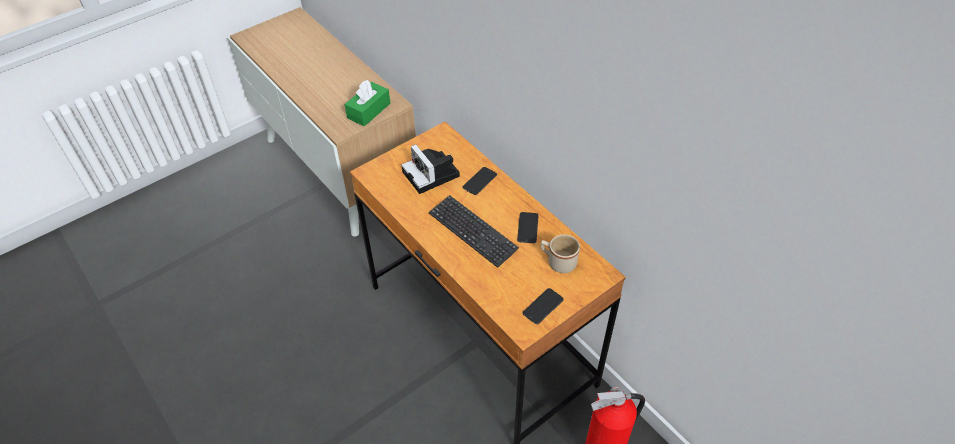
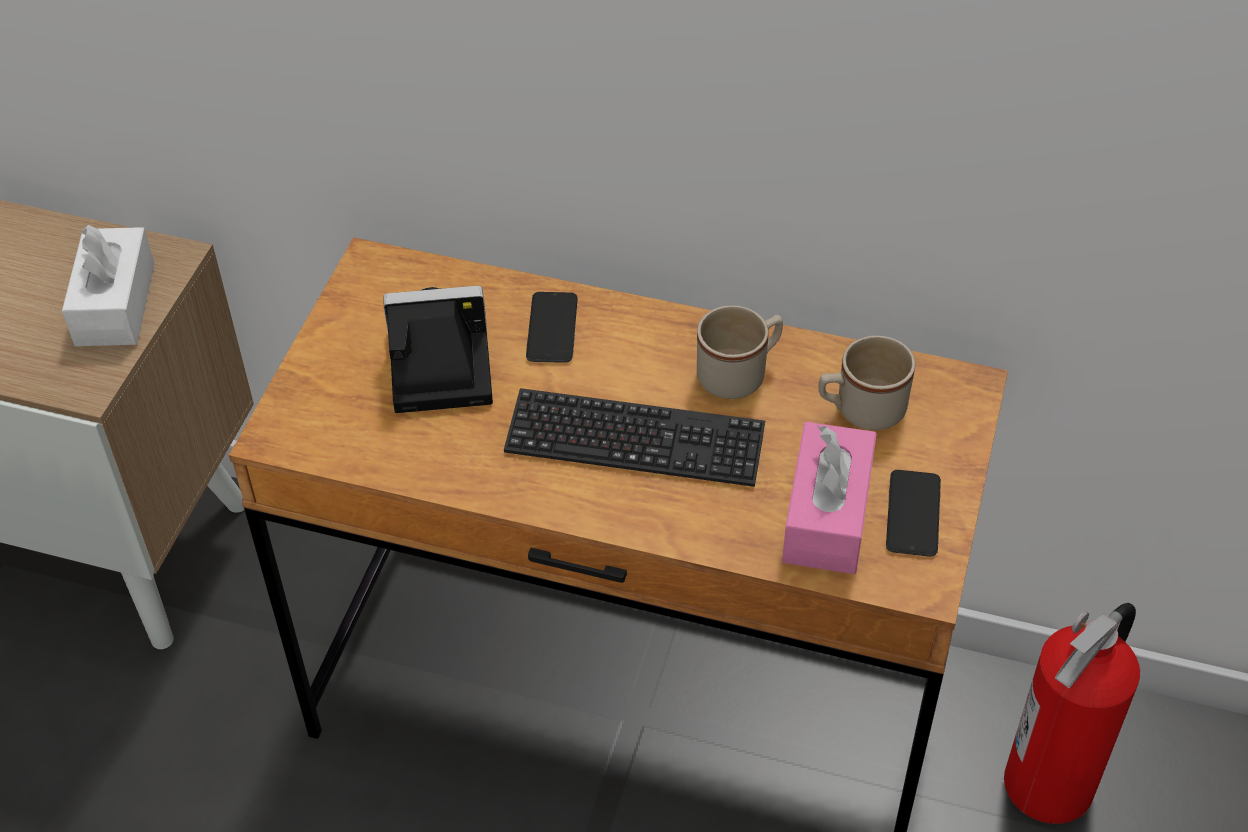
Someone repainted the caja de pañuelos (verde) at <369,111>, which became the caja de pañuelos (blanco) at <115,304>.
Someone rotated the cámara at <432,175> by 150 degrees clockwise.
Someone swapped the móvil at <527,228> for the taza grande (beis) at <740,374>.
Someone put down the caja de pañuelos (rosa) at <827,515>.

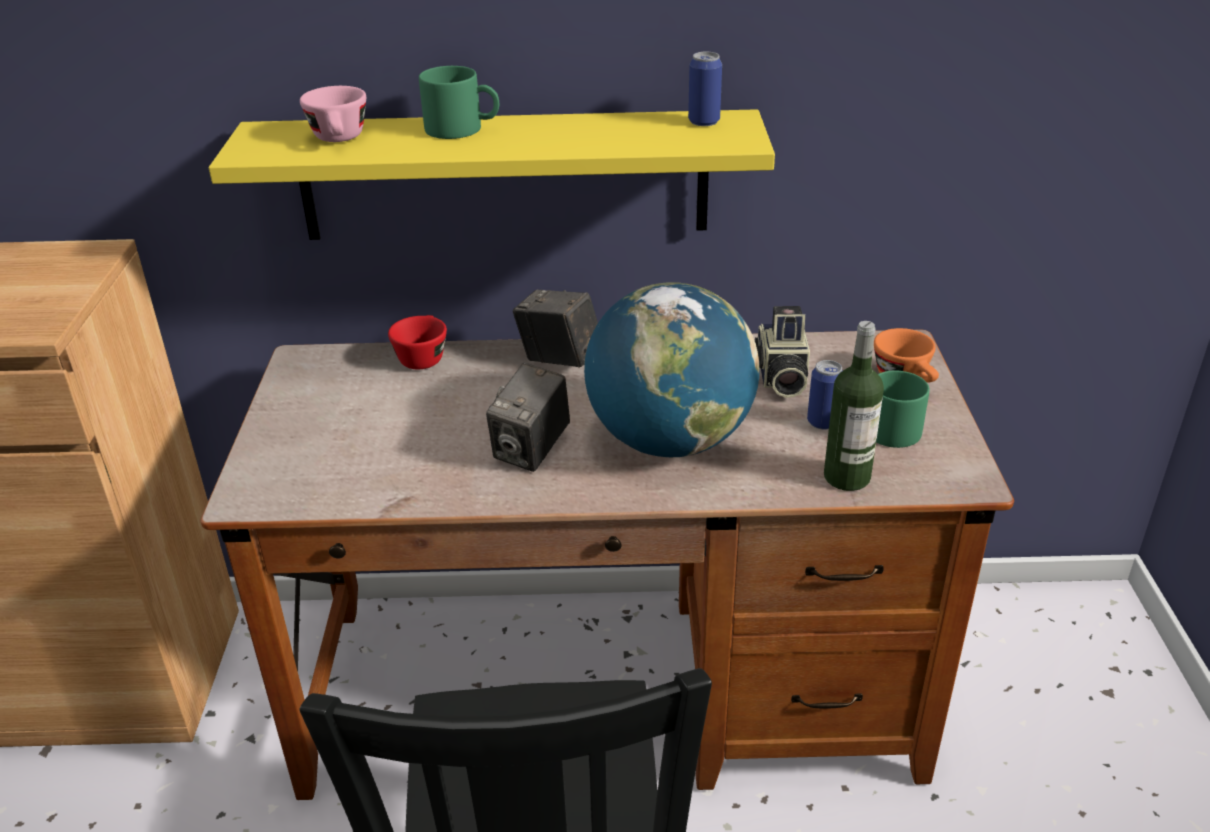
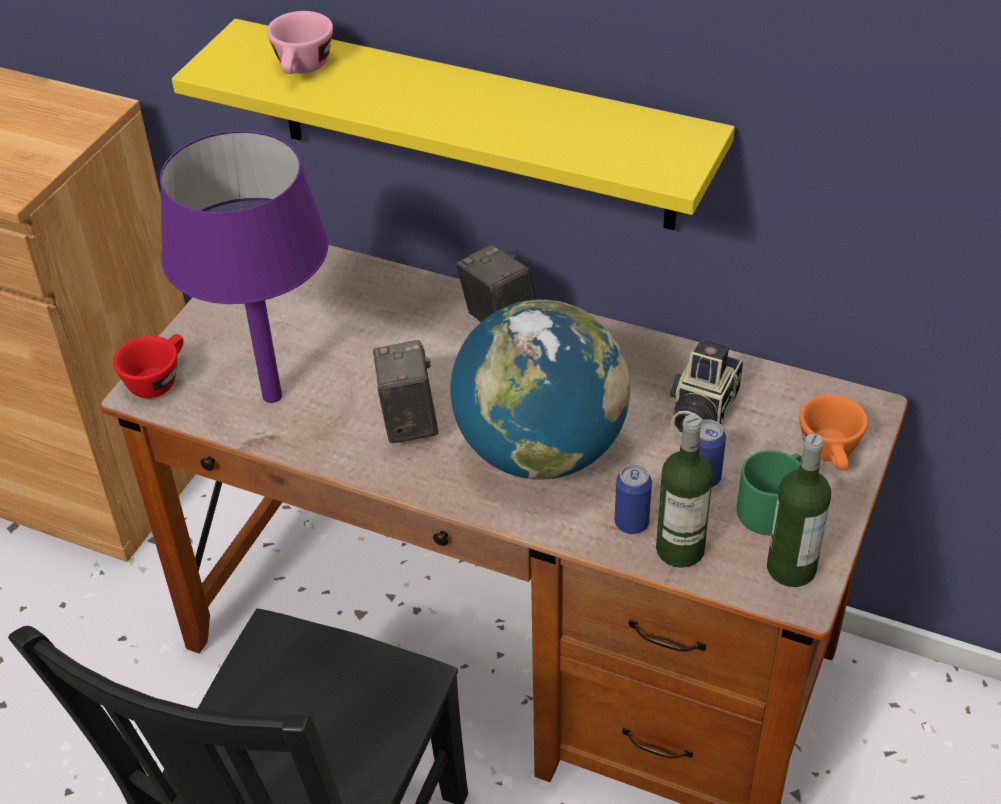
Someone carried the taza (rojo) from <422,356> to <157,379>.
Someone put down the lámpara de mesa (morado) at <273,396>.
Someone rotated the cámara at <531,451> by 120 degrees clockwise.
Someone carried the lata from <704,122> to <631,523>.
Someone put down the botella at <791,568>.
Someone took away the taza grande (verde) at <463,129>.

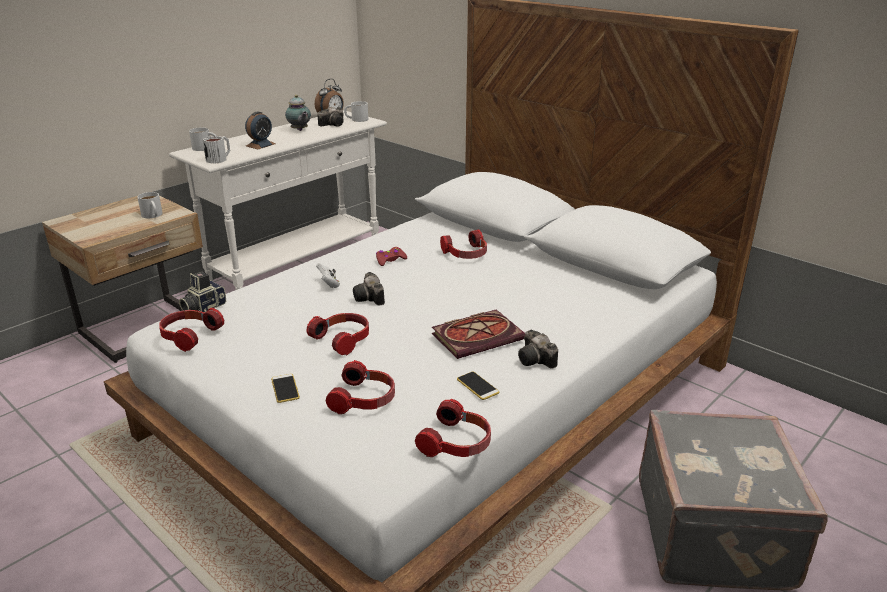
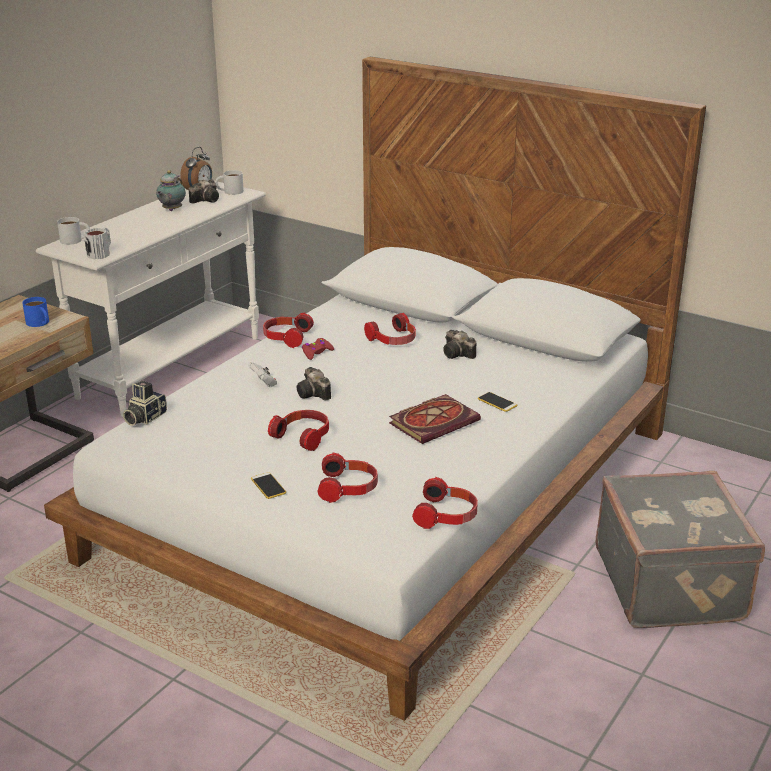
Someone repainted the taza grande (blanco) at <153,215>, which became the taza grande (azul) at <40,323>.
Someone rotated the tetera at <299,130> by 60 degrees clockwise.
Someone carried the auriculares from <189,335> to <286,337>.
Someone carried the cámara from <537,360> to <458,354>.
Someone carried the móvil from <477,386> to <497,402>.
Someone took away the despertador at <260,145>.

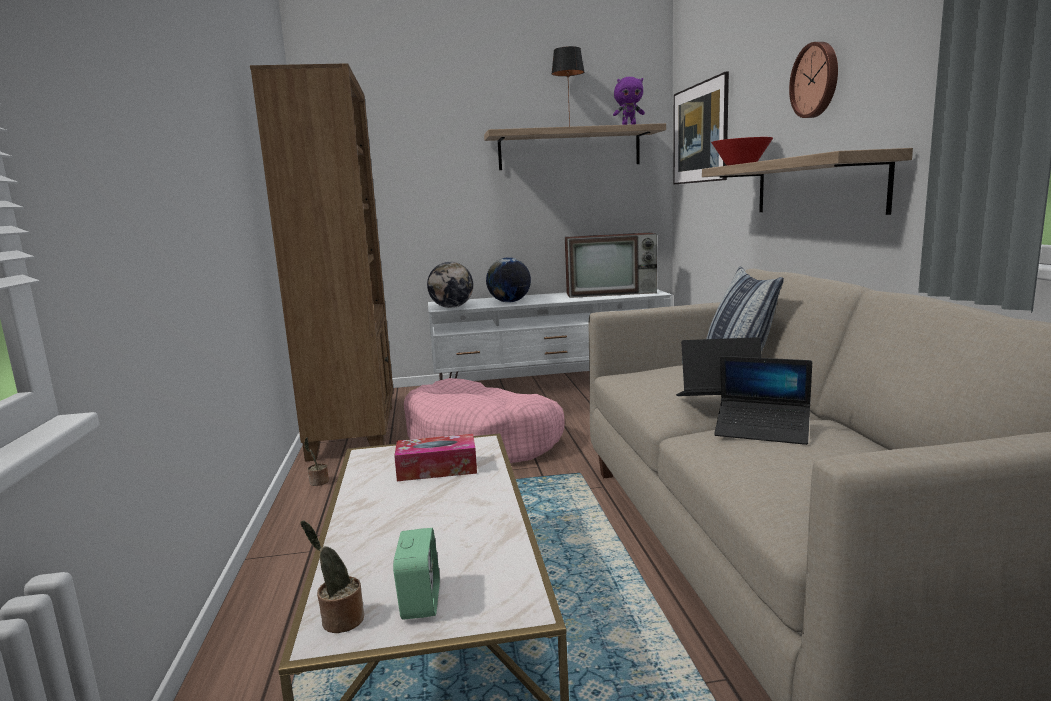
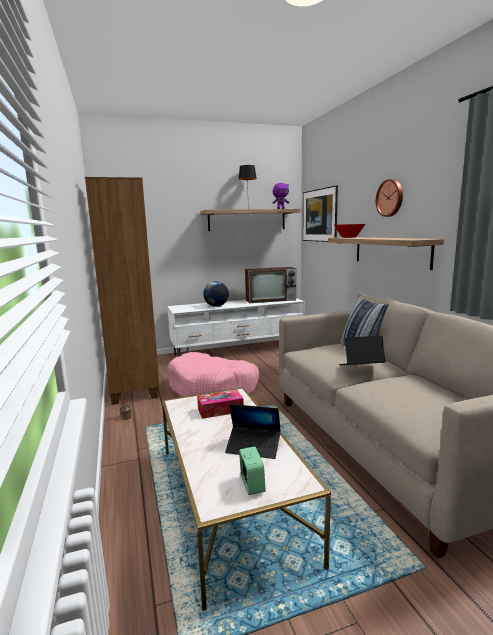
Someone carried the portátil from <762,431> to <253,447>.
Someone took away the planta en maceta at <339,620>.
Someone took away the globo terráqueo at <452,307>.

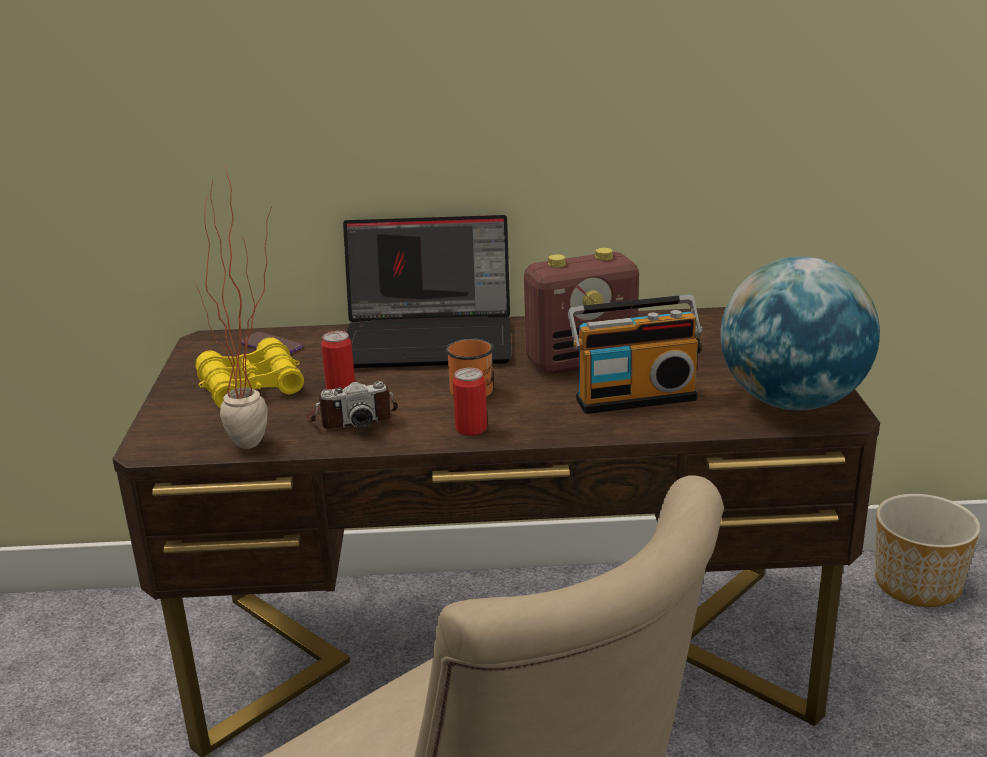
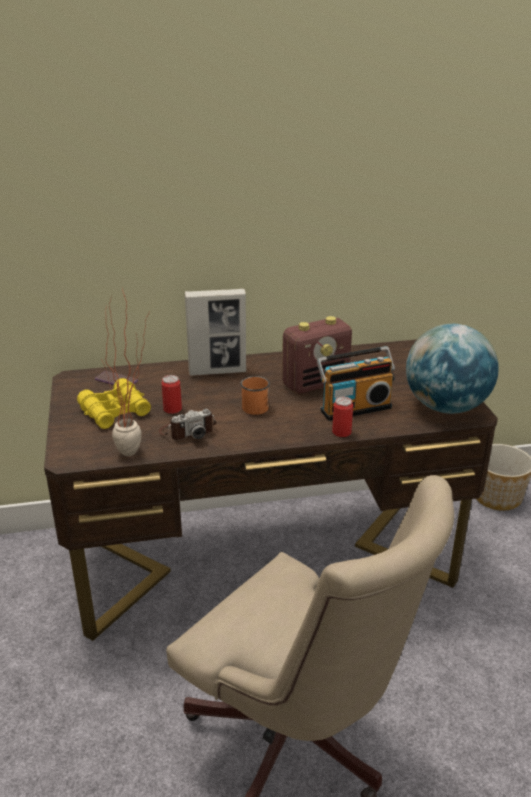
Someone swapped the portátil at <431,339> for the portarretratos at <217,371>.
Someone carried the lata from <471,428> to <341,432>.

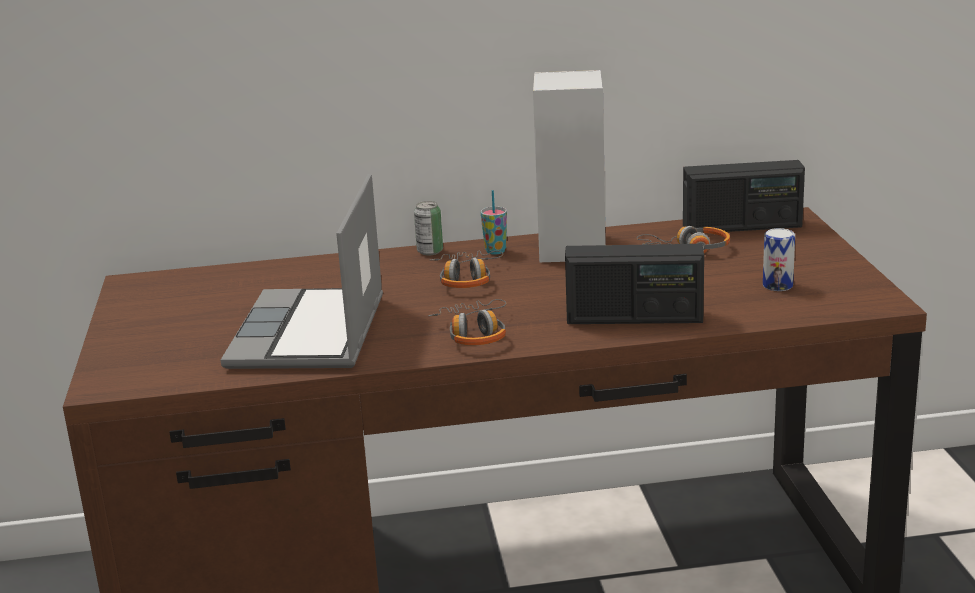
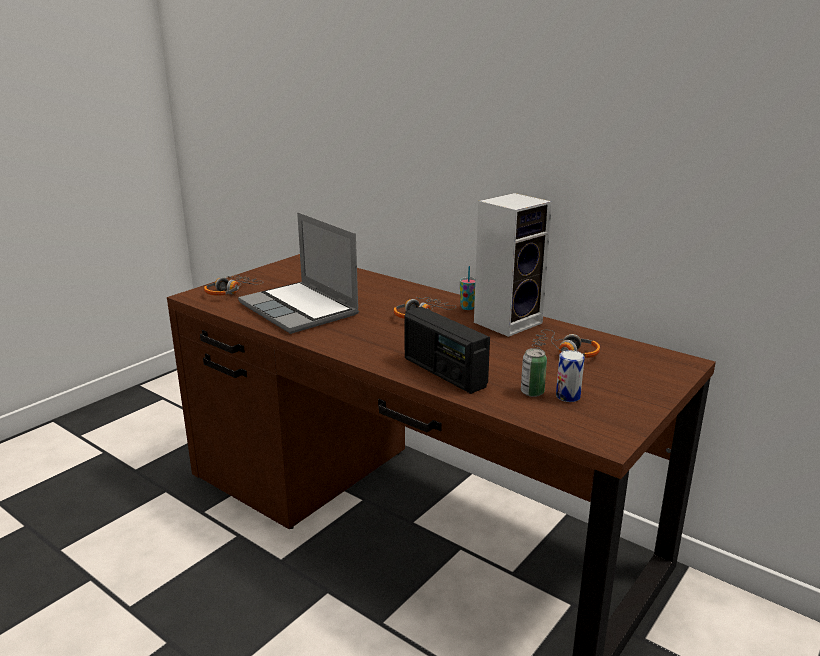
Someone carried the auriculares from <475,333> to <231,291>.
Someone rotated the portátil at <310,334> by 90 degrees counterclockwise.
Someone carried the lata from <430,251> to <532,392>.
Someone took away the radio at <742,227>.

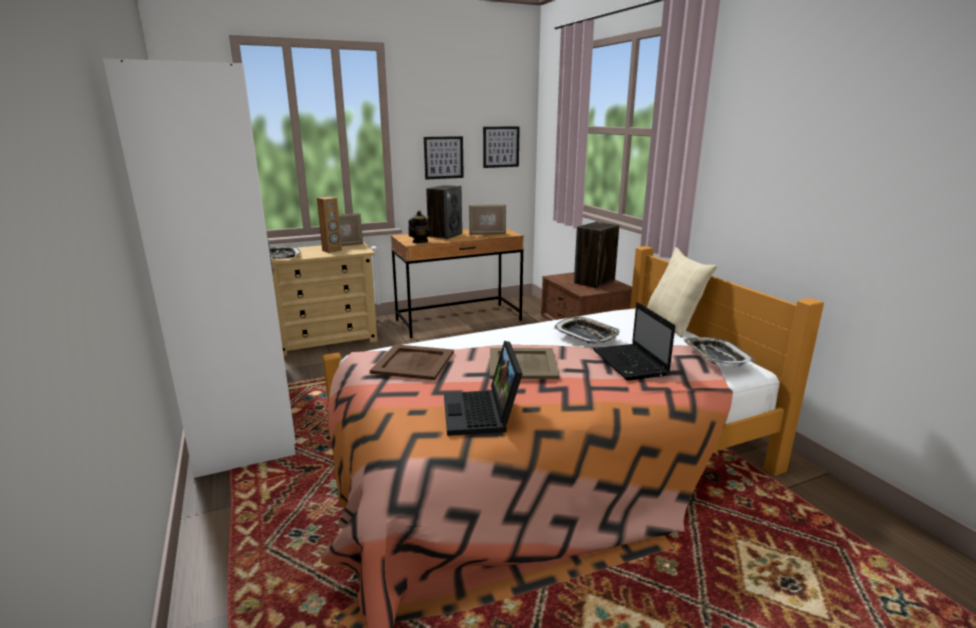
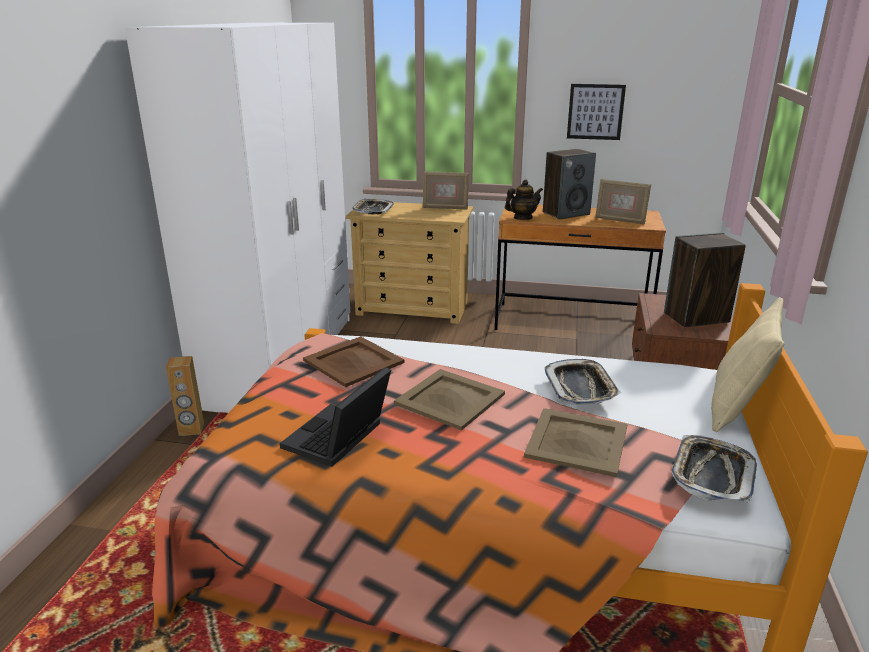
Someone carried the altavoz (marrón) from <332,250> to <191,429>.
Someone swapped the portátil at <631,363> for the bandeja (beis) at <577,442>.
Someone took away the cuadro at <501,147>.

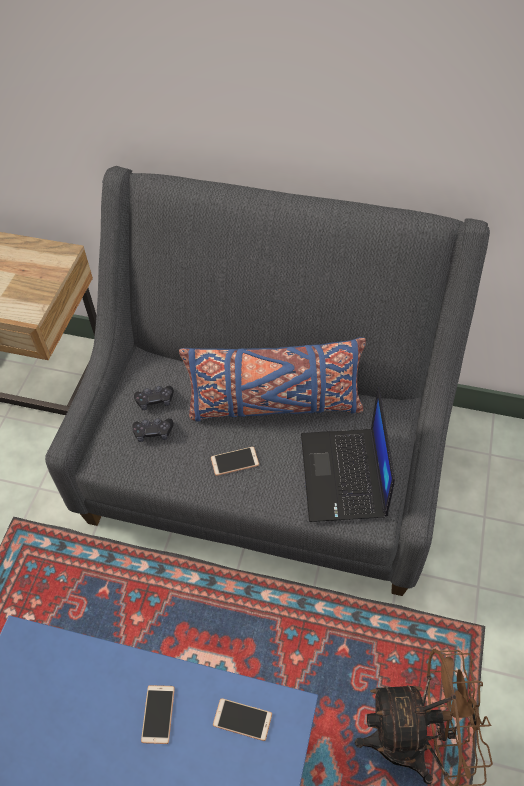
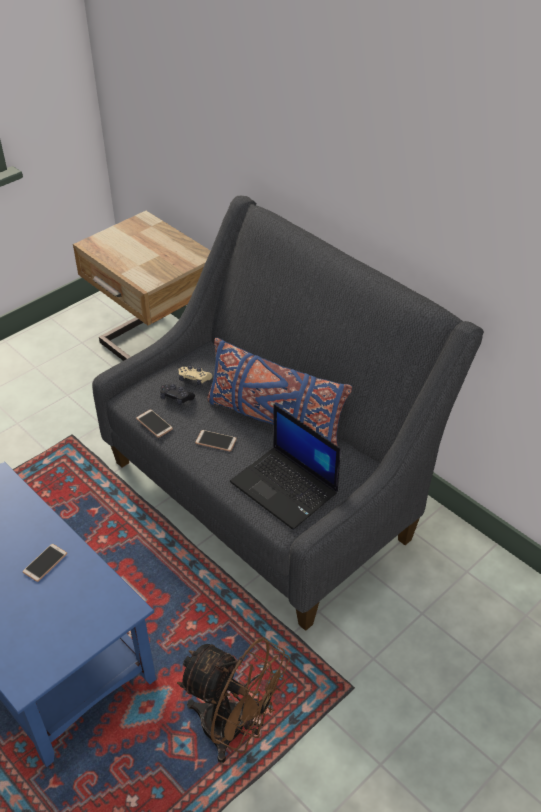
Someone carried the móvil from <242,719> to <154,424>.
Someone repainted the mando de consola (negro) at <155,401>, which became the mando de consola (beis) at <194,379>.
Someone rotated the portátil at <344,476> by 75 degrees counterclockwise.

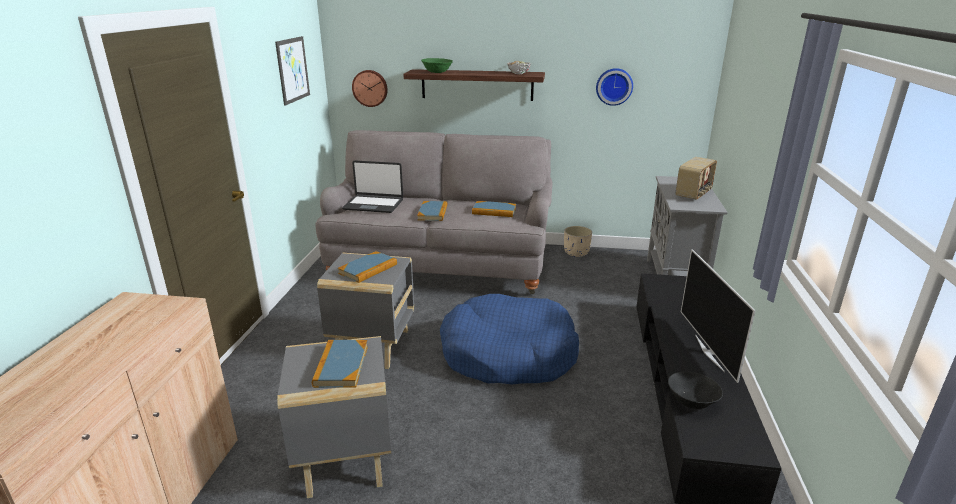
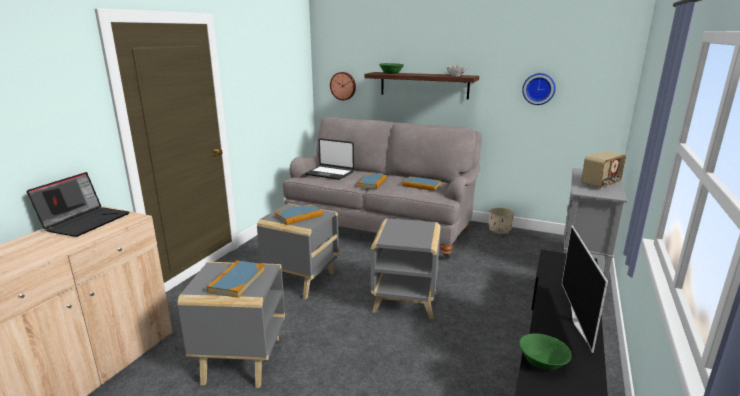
Someone put down the portátil at <86,221>.
Someone swapped the cama para perro (azul) at <508,354> for the mesa auxiliar (gris) at <406,302>.
Someone repainted the cuenco (negro) at <692,401>, which became the cuenco (verde) at <542,362>.
Someone took away the cuadro at <293,70>.

